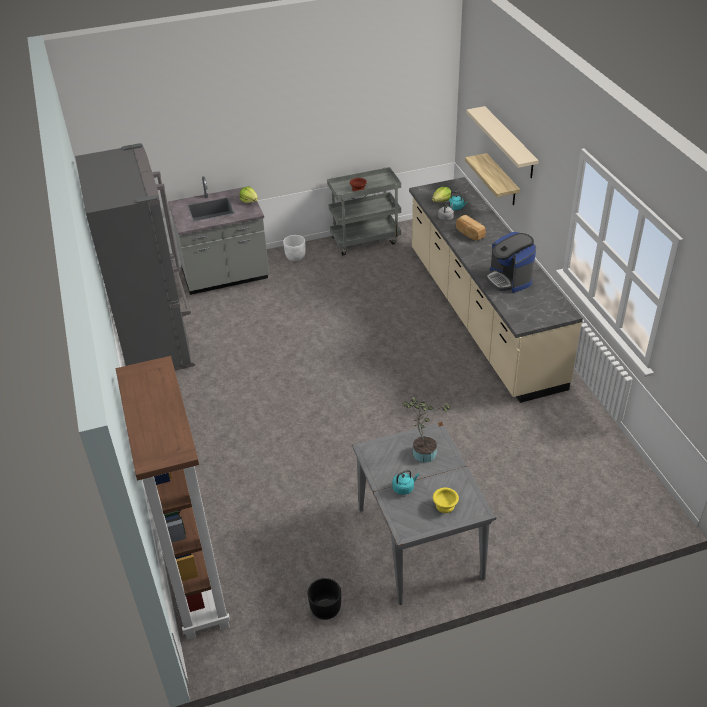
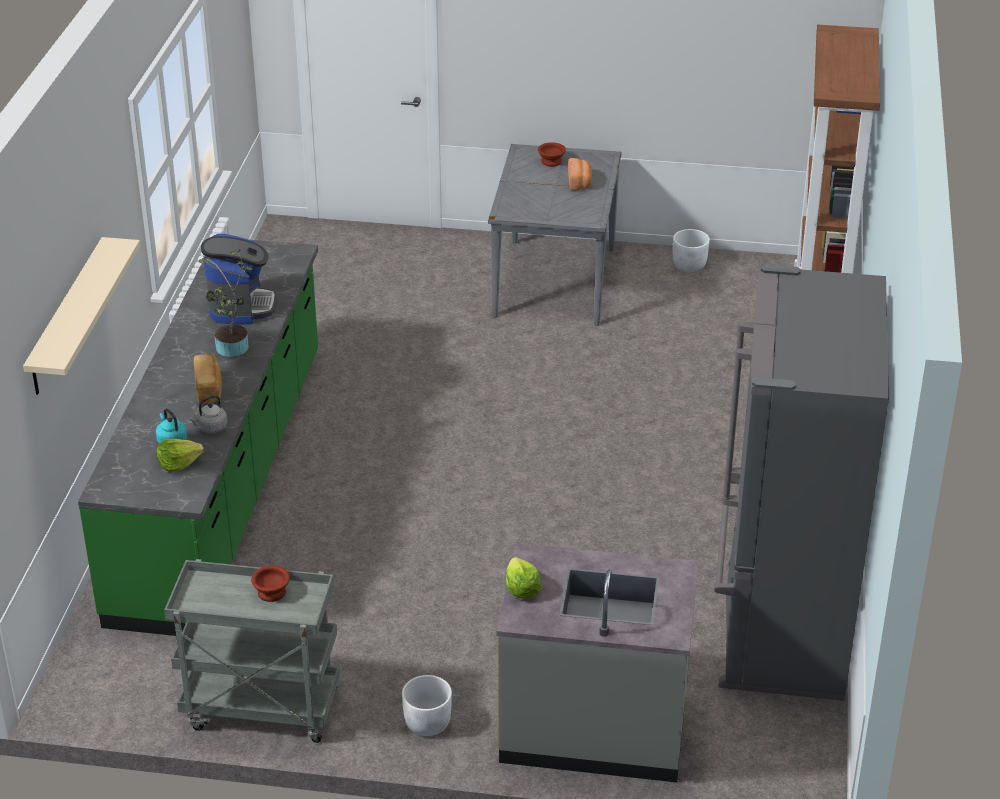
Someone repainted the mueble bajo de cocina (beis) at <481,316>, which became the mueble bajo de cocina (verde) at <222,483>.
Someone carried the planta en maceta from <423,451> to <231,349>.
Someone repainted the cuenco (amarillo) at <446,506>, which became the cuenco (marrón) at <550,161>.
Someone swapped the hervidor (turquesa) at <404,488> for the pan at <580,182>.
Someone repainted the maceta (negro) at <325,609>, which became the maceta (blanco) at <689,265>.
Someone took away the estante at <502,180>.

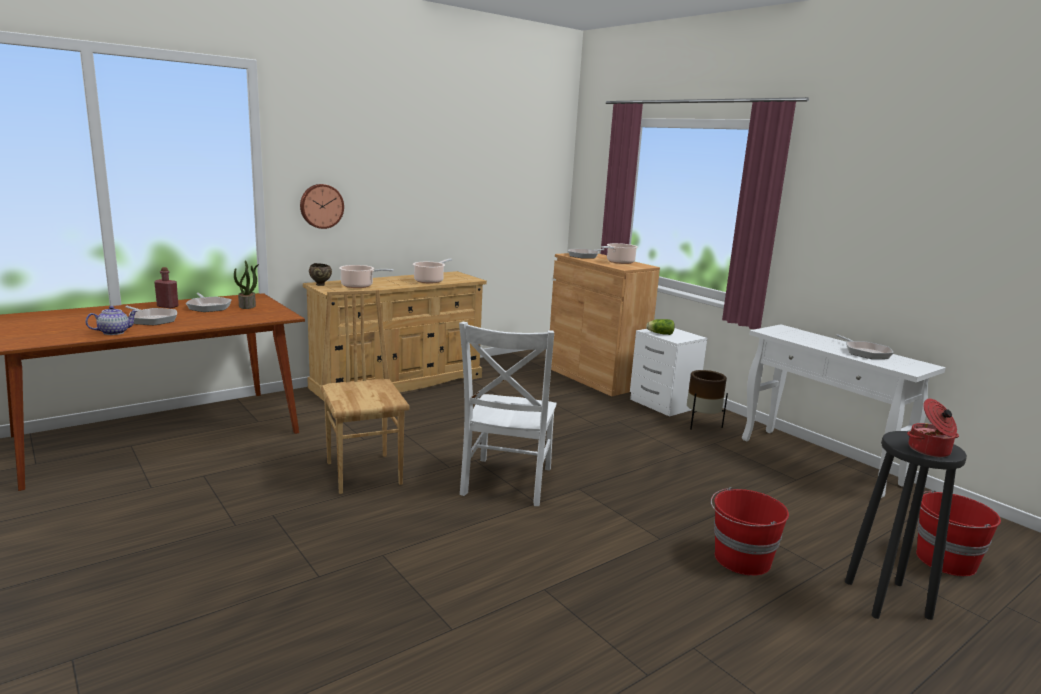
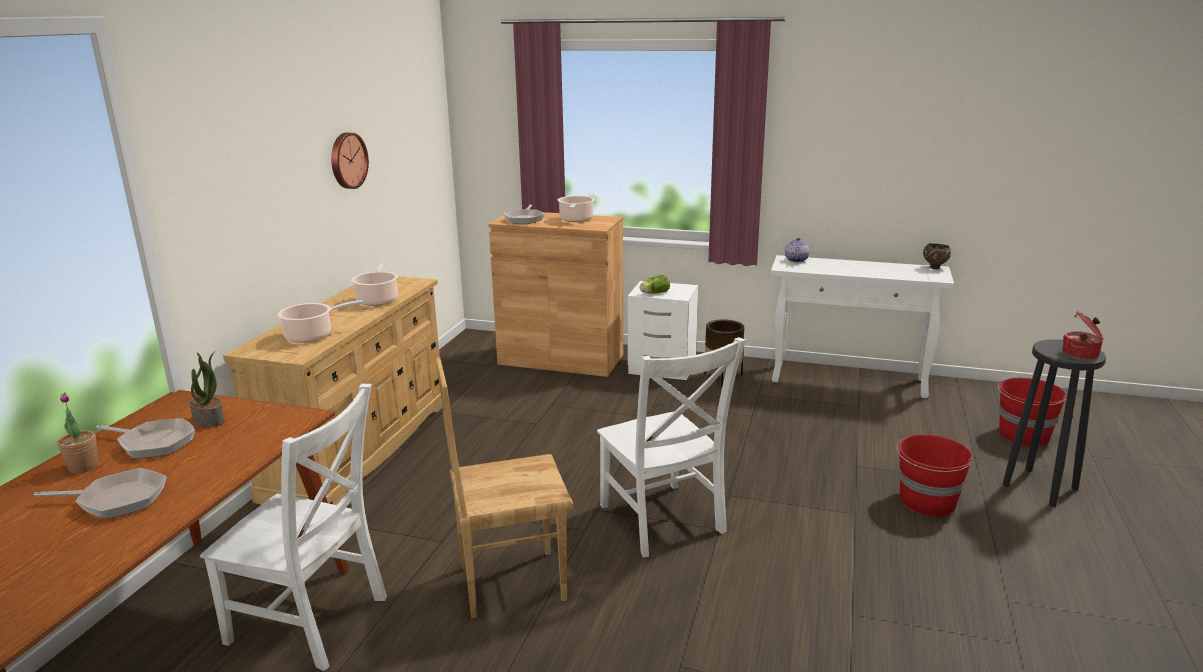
Someone swapped the botella (rojo) at <167,306> for the planta en maceta at <84,467>.
Someone put down the silla (blanco) at <312,622>.
Someone carried the reloj de pared from <321,206> to <347,160>.
Someone rotated the silla (marrón) at <365,472> by 45 degrees counterclockwise.
Someone carried the tetera from <114,332> to <796,260>.
Someone carried the cuenco (marrón) from <321,285> to <935,268>.
Someone took away the sartén at <865,352>.

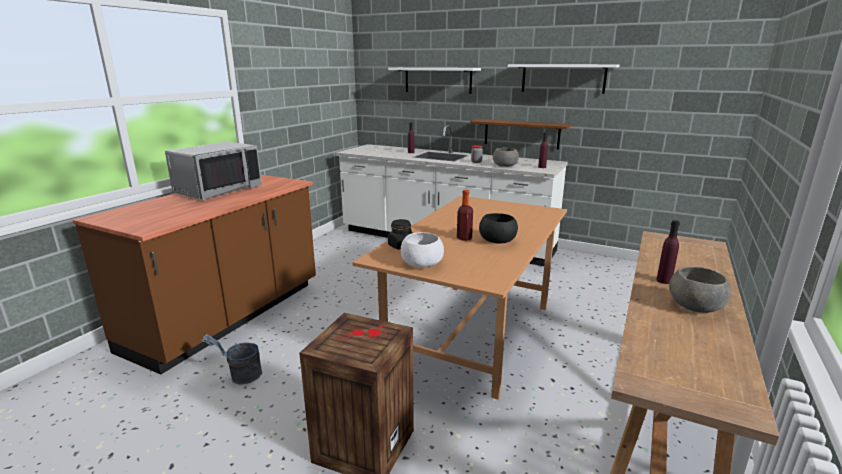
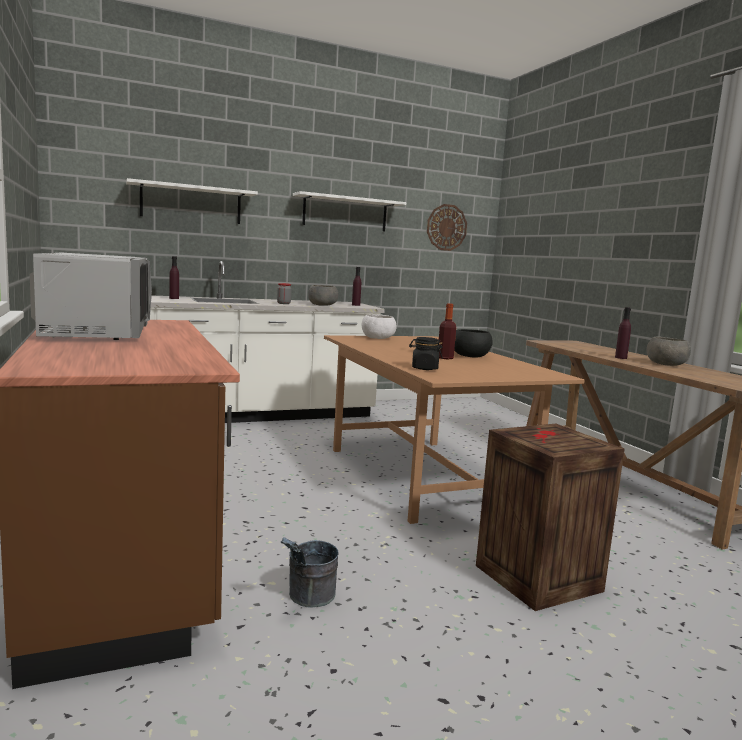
Someone carried the cuenco (blanco) from <421,264> to <377,338>.
Someone put up the reloj de pared at <446,227>.
Someone took away the estante (marrón) at <521,134>.

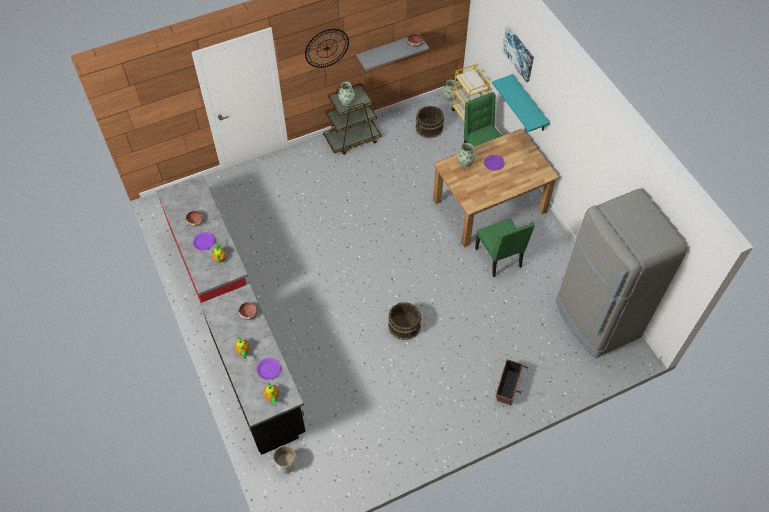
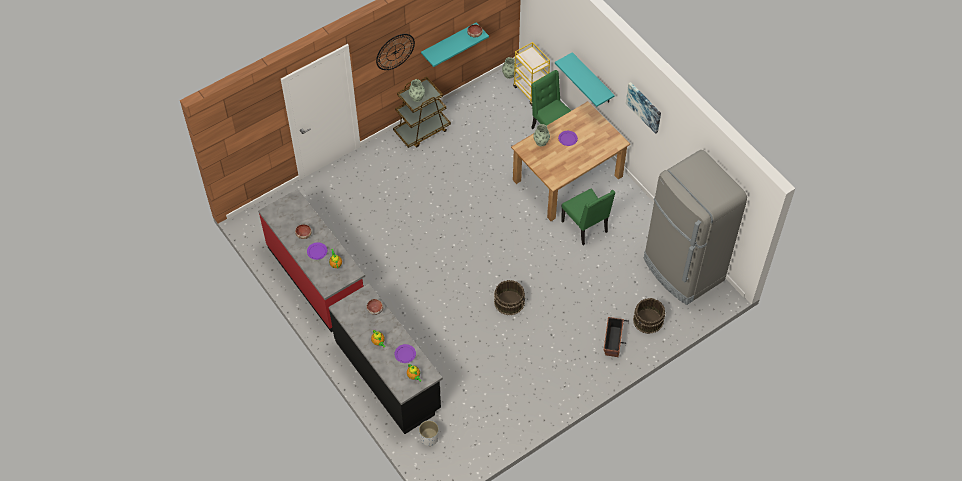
Someone repainted the estante (gris) at <387,50>, which became the estante (turquesa) at <449,42>.
Someone carried the cuadro from <519,53> to <644,107>.
Someone carried the cubo (marrón) from <429,128> to <648,320>.

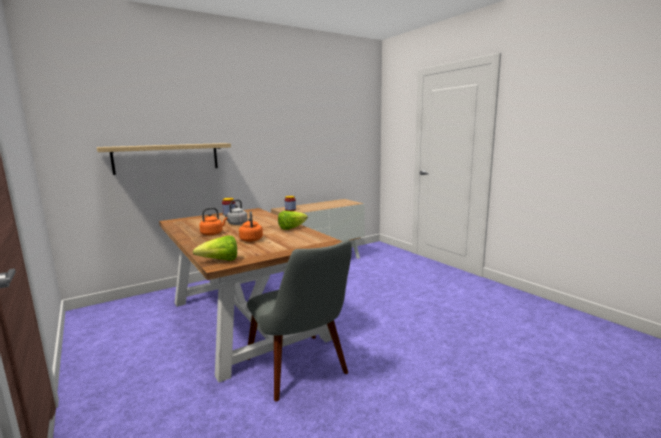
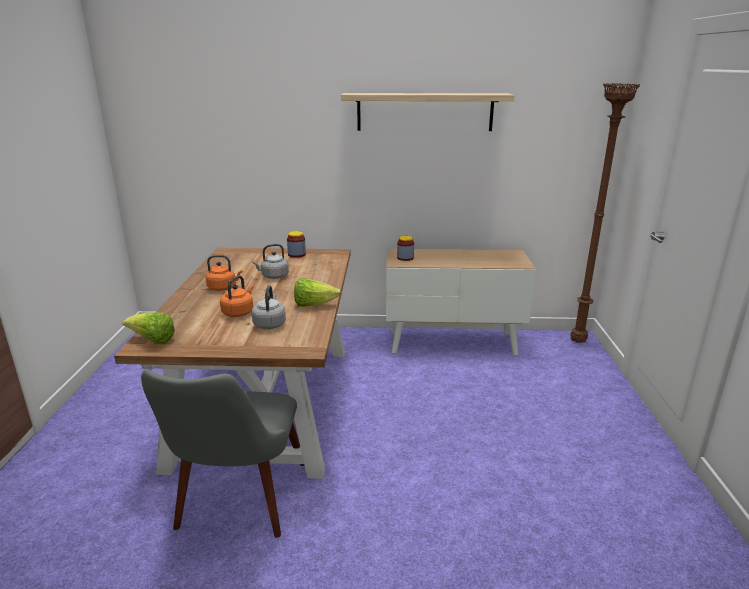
Someone put down the hervidor (gris) at <270,324>.
Someone carried the estante from <167,158> to <425,112>.
Someone put down the lámpara de pie (marrón) at <579,342>.

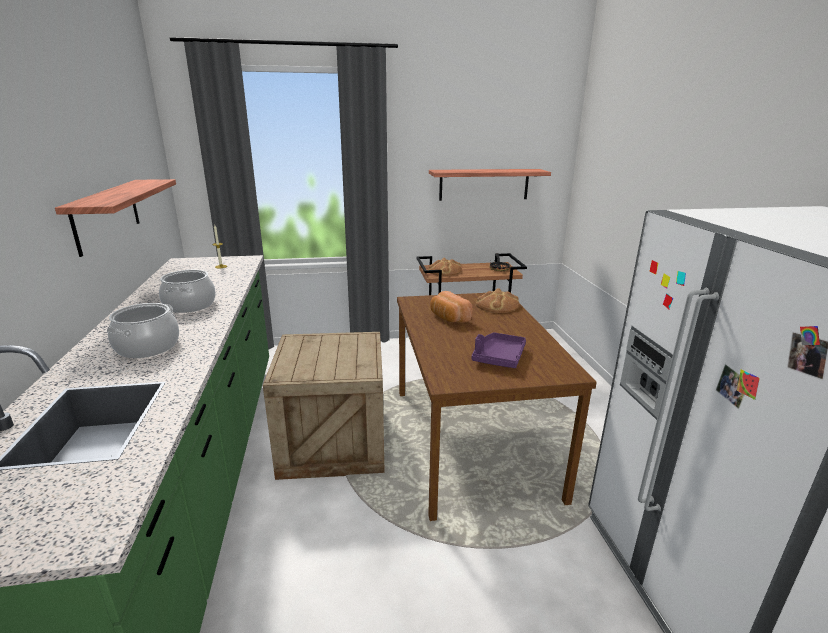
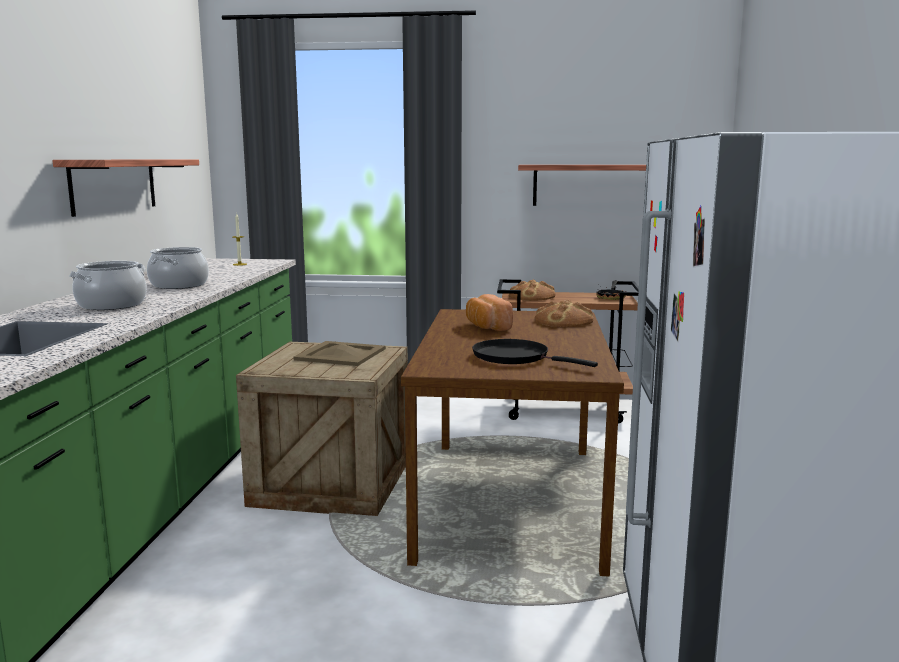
Someone put down the bandeja (beis) at <341,354>.
Someone swapped the bandeja (morado) at <498,357> for the sartén (negro) at <515,357>.

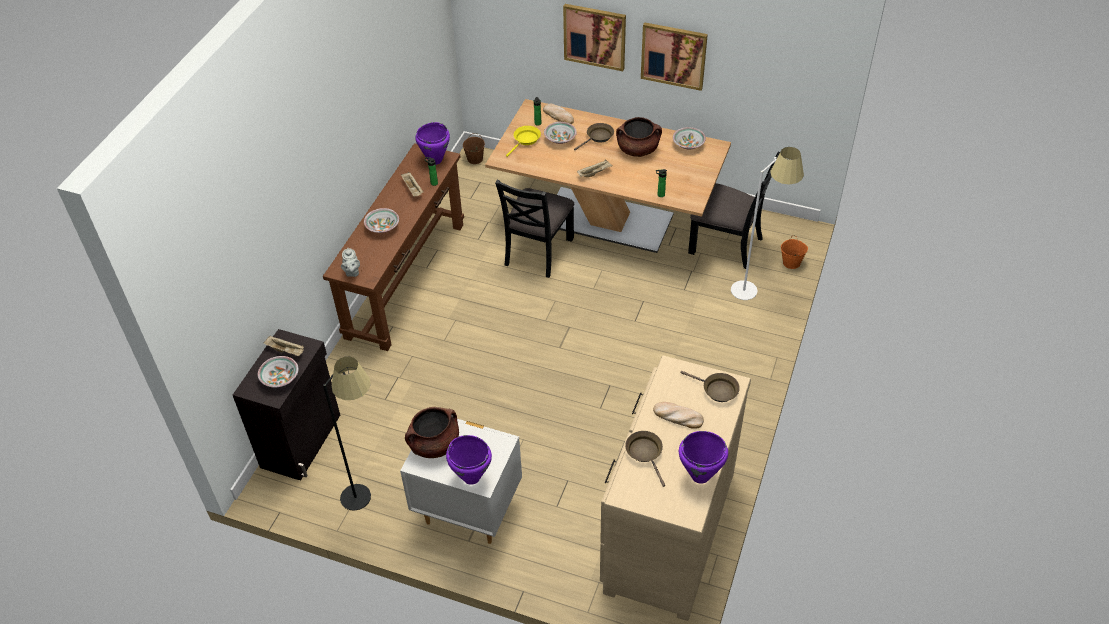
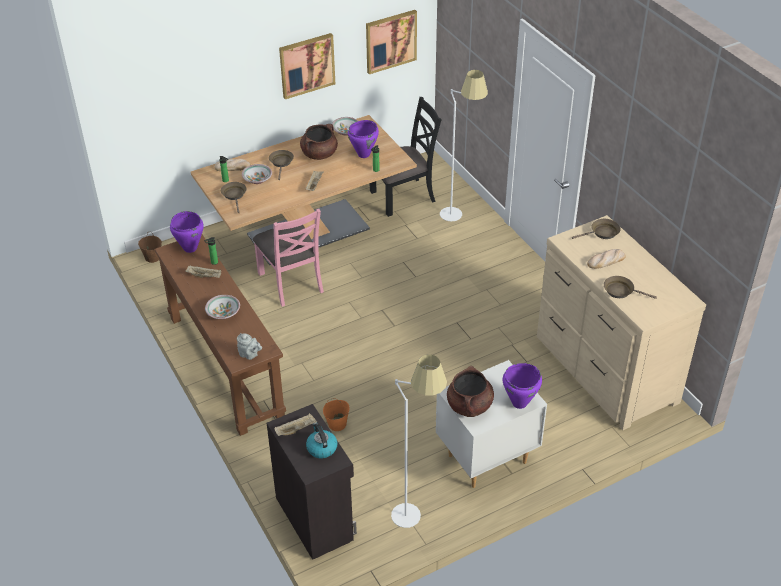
Someone repainted the sartén (amarillo) at <525,140>, which became the sartén (marrón) at <234,195>.
Someone repainted the silla (negro) at <538,251>, which became the silla (rosa) at <291,282>.
Someone swapped the cuenco at <279,378> for the hervidor at <321,448>.
Someone carried the cubo (naranja) from <791,263> to <337,424>.
Someone carried the olla (morado) from <700,476> to <364,154>.
Someone carried the cuadro from <595,36> to <390,41>.
Someone repainted the lámpara de pie (negro) at <369,499>, which became the lámpara de pie (blanco) at <416,508>.

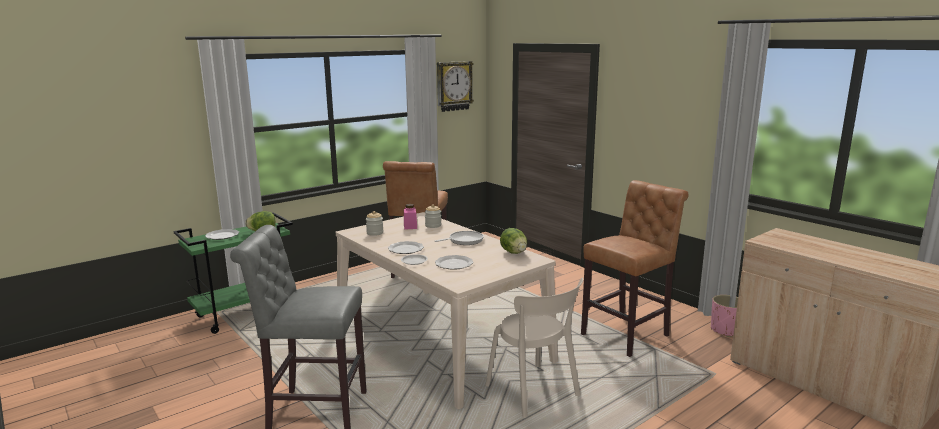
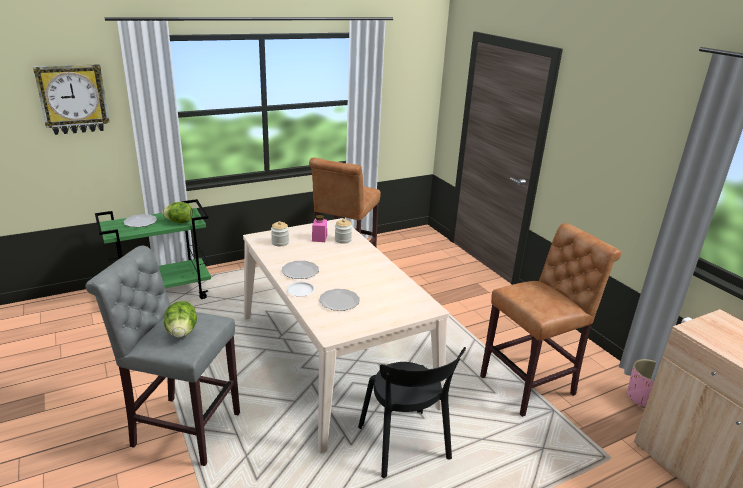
Someone carried the reloj de pared from <453,86> to <73,99>.
Someone carried the lechuga from <514,252> to <182,332>.
Someone repainted the silla (beis) at <534,392>, which became the silla (negro) at <405,446>.
Someone took away the sartén at <464,240>.

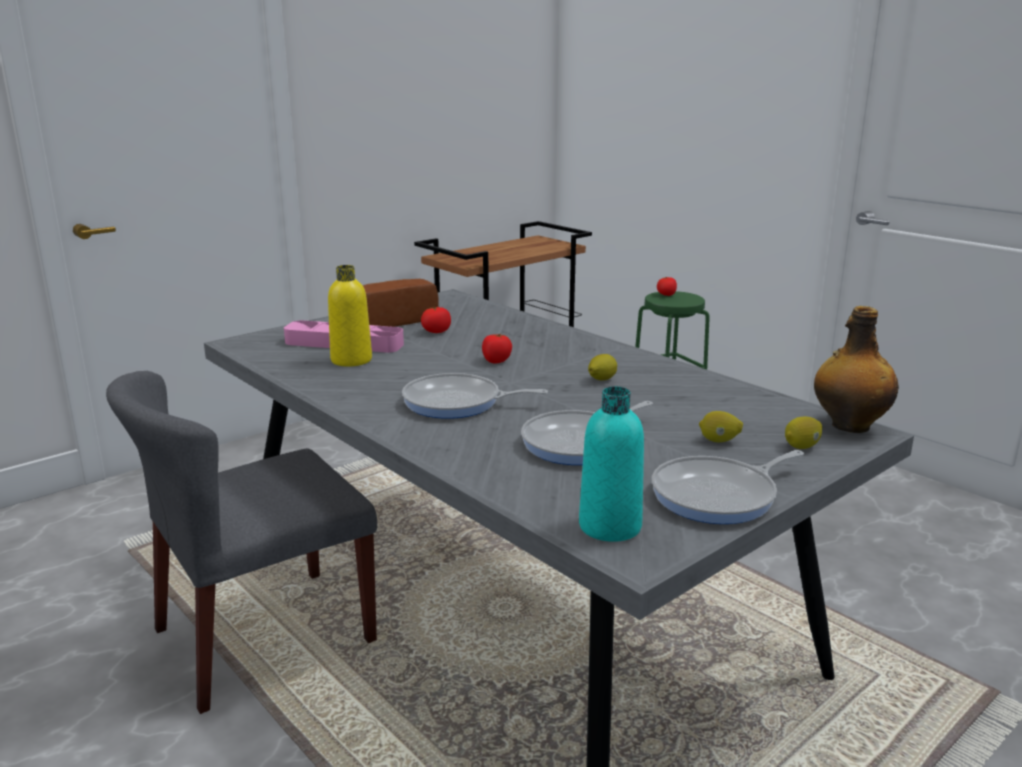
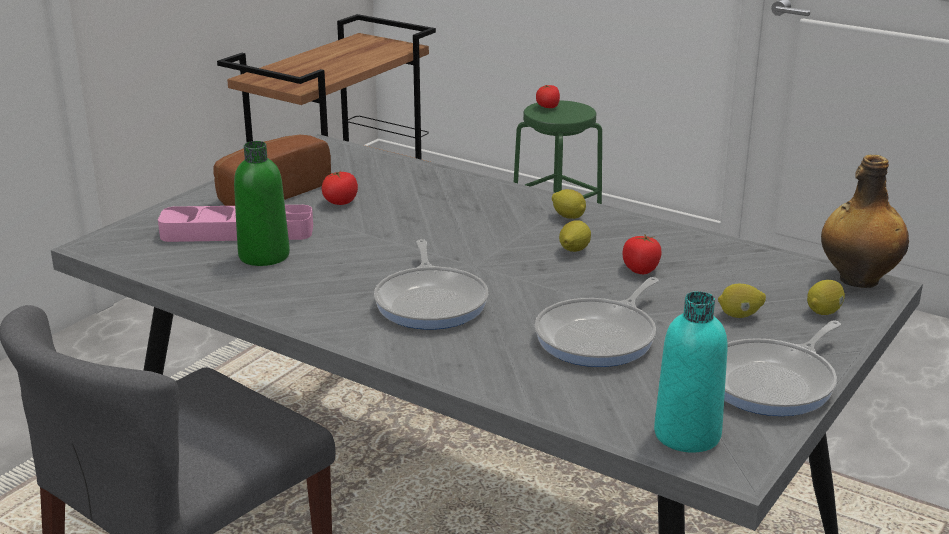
Someone repainted the botella (amarillo) at <351,360>, which became the botella (verde) at <264,256>.
Someone rotated the sartén at <457,403> by 90 degrees counterclockwise.
Someone put down the limón at <568,216>.
Someone carried the tomate from <496,361> to <640,269>.

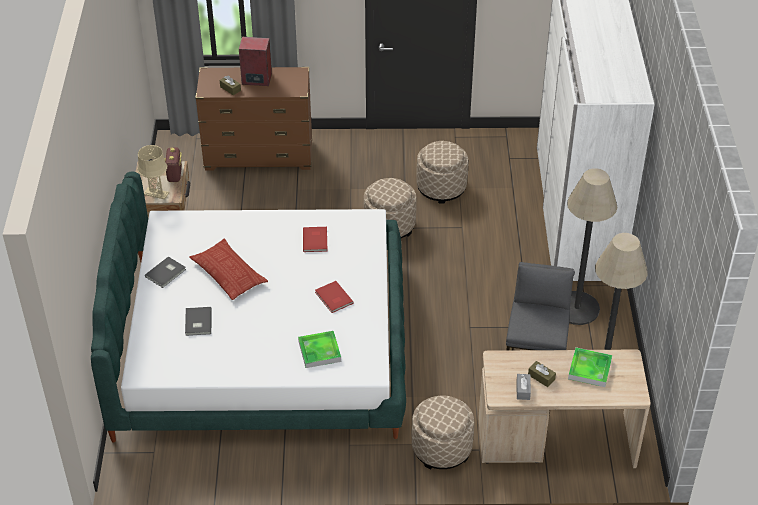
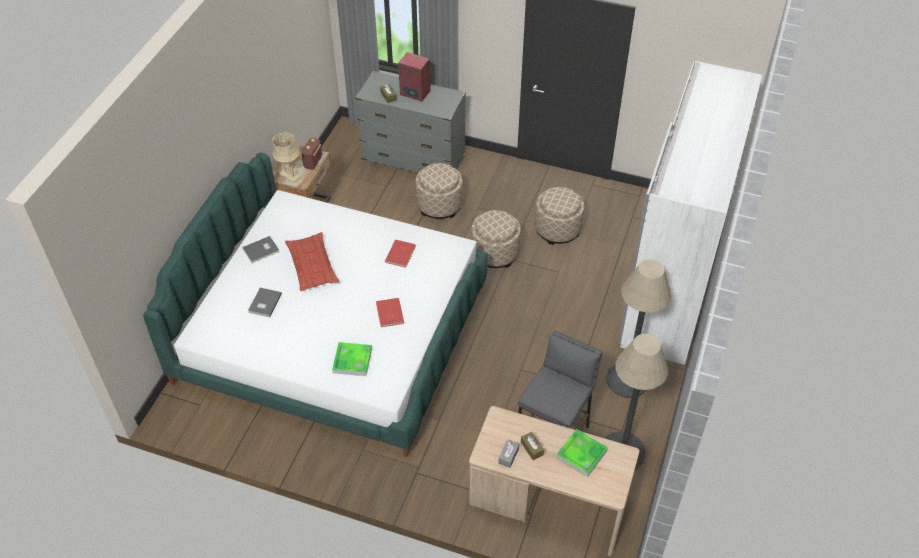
Someone repainted the cómoda (marrón) at <259,156>, which became the cómoda (gris) at <413,160>.
Someone carried the puf (beis) from <441,448> to <439,205>.

